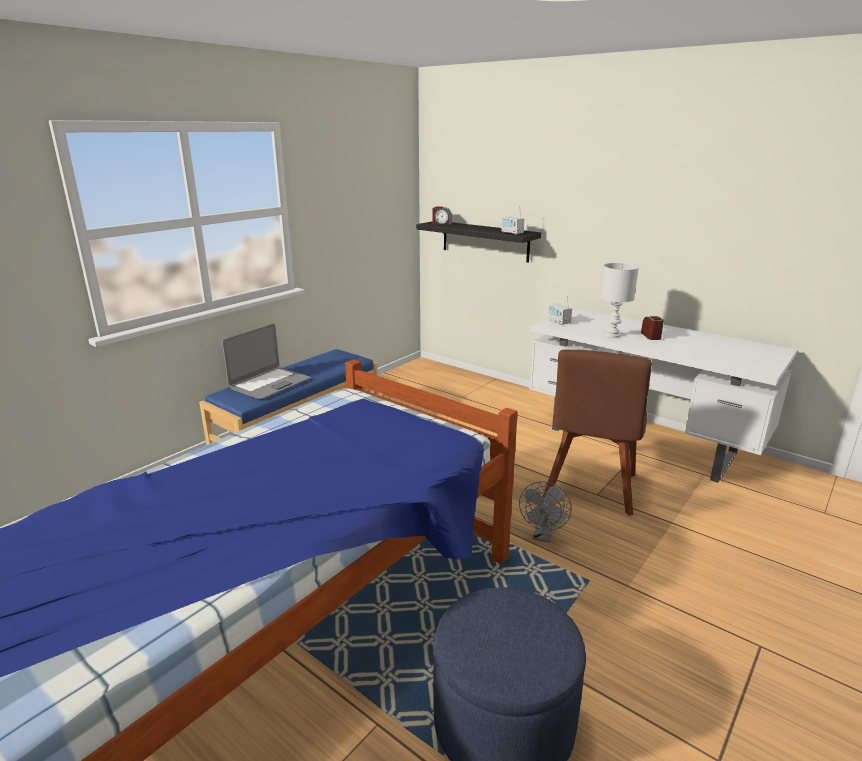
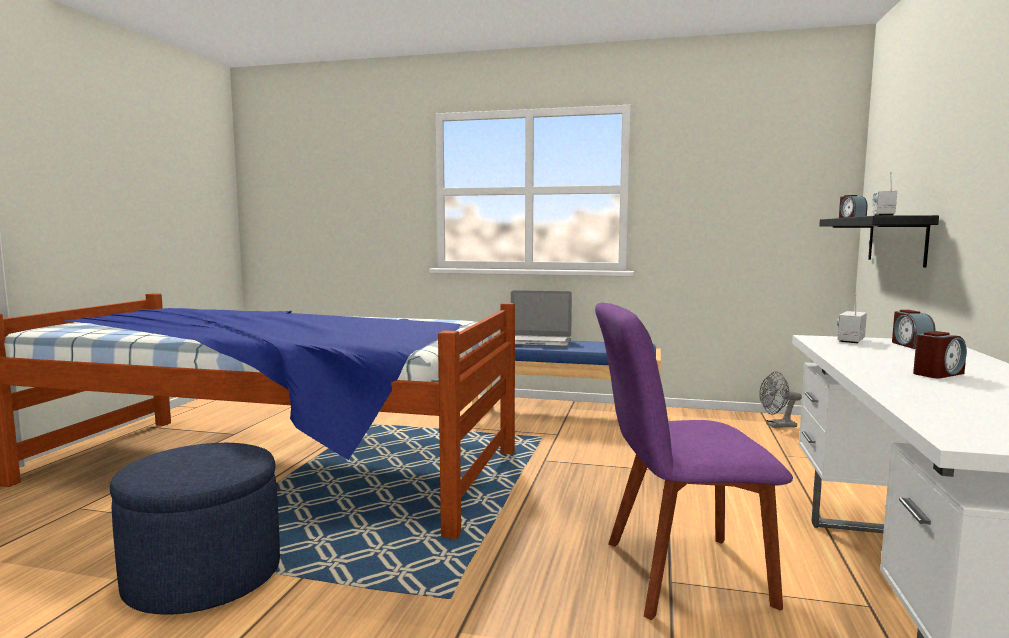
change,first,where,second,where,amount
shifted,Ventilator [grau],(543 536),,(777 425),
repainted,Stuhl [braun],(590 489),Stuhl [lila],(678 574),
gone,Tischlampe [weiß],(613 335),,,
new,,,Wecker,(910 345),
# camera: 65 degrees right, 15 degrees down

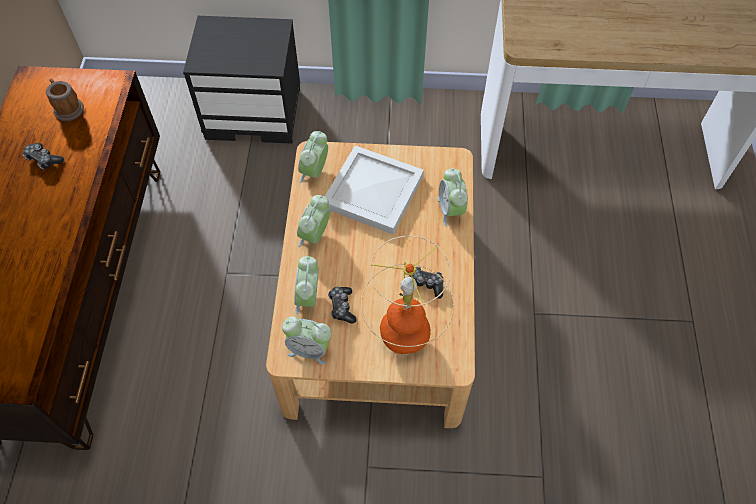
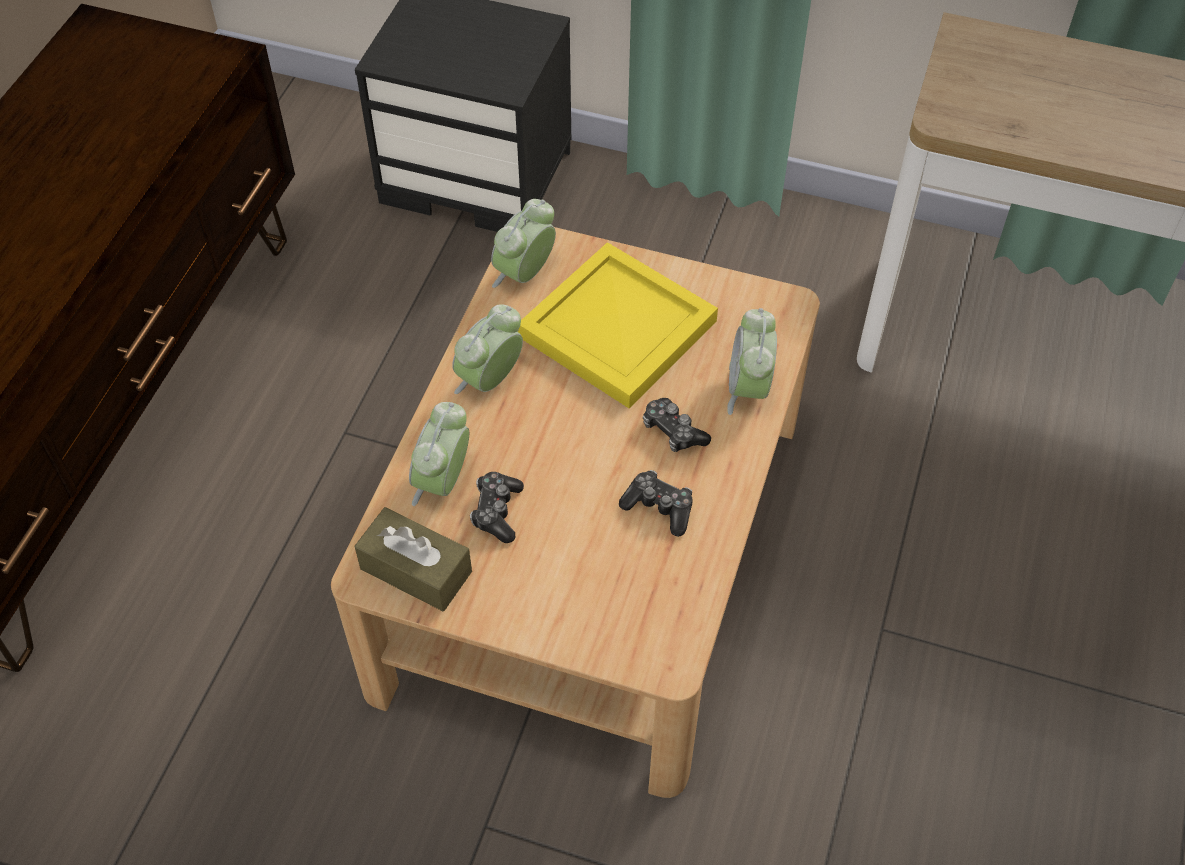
change,first,where,second,where,amount
shifted,Gamepad,(44 159),,(673 431),
gone,Henkelbecher,(67 108),,,
swapped,Wecker,(309 349),Taschentuchbox [braun],(416 570),
repainted,Tablett [weiß],(374 193),Tablett [gelb],(618 331),
gone,Tischlampe,(403 339),,,
# camera: 15 degrees right, 5 degrees down

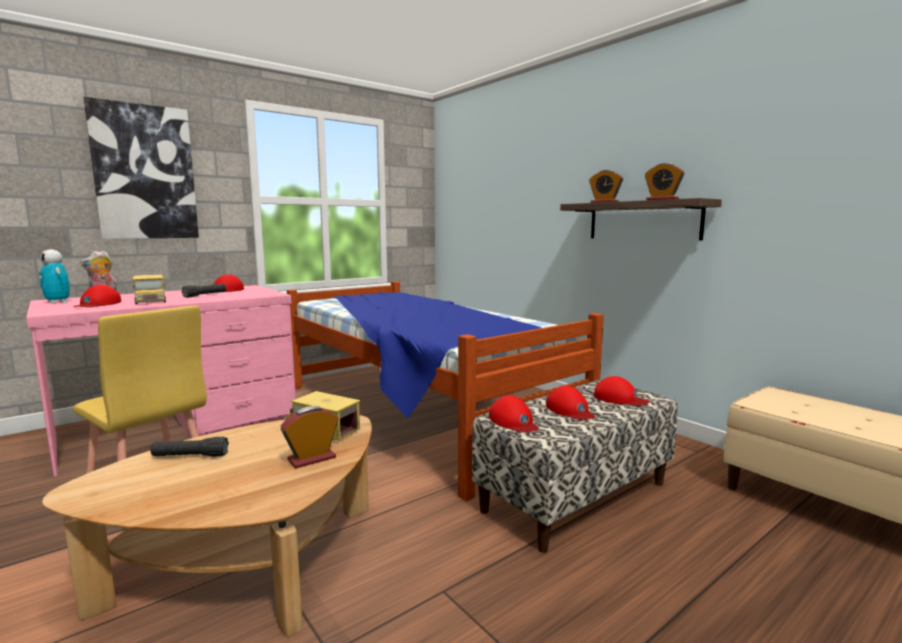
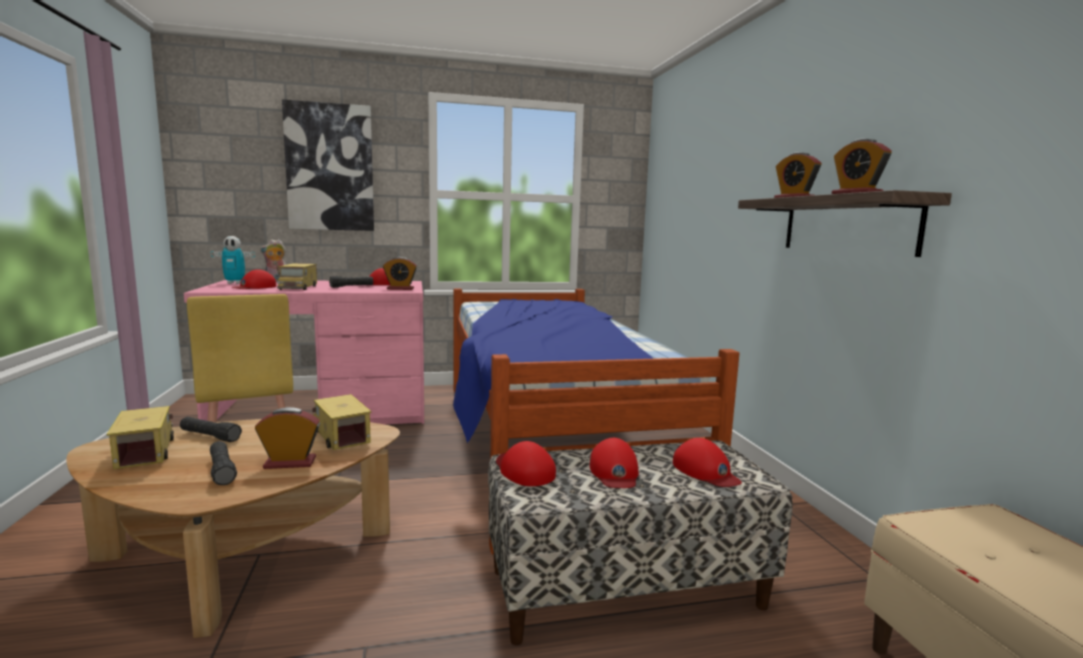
change,first,where,second,where,amount
rotated,Spielzeugroboter,(58 302),,(235 283),75 degrees counterclockwise
rotated,Kappe [rot],(513 422),,(524 470),150 degrees clockwise
new,,,Spielzeuglaster,(145 453),
new,,,Taschenlampe [schwarz],(222 471),
new,,,Wecker,(400 289),
# camera: 25 degrees right, 0 degrees up

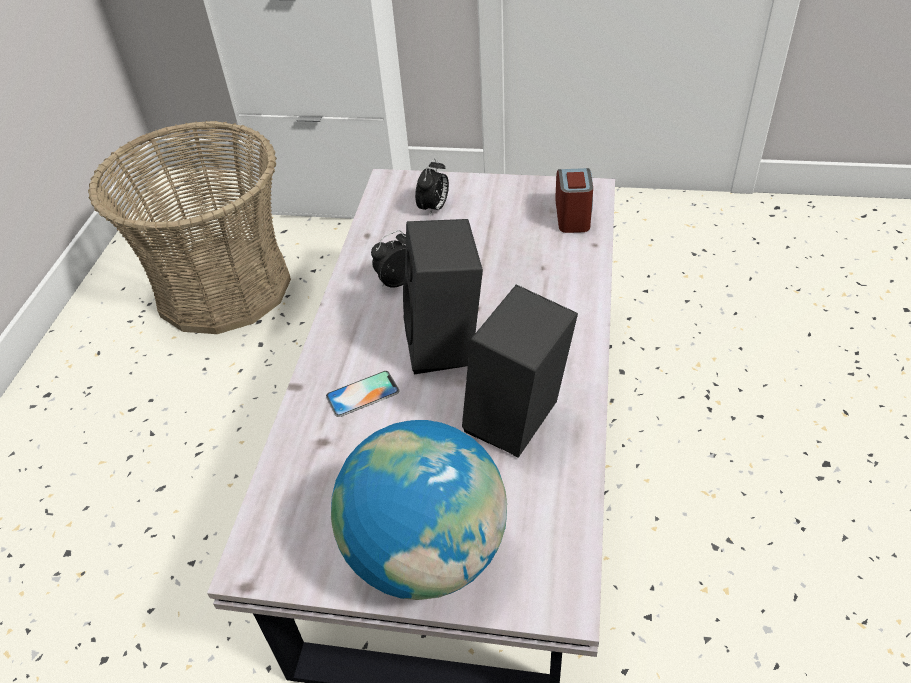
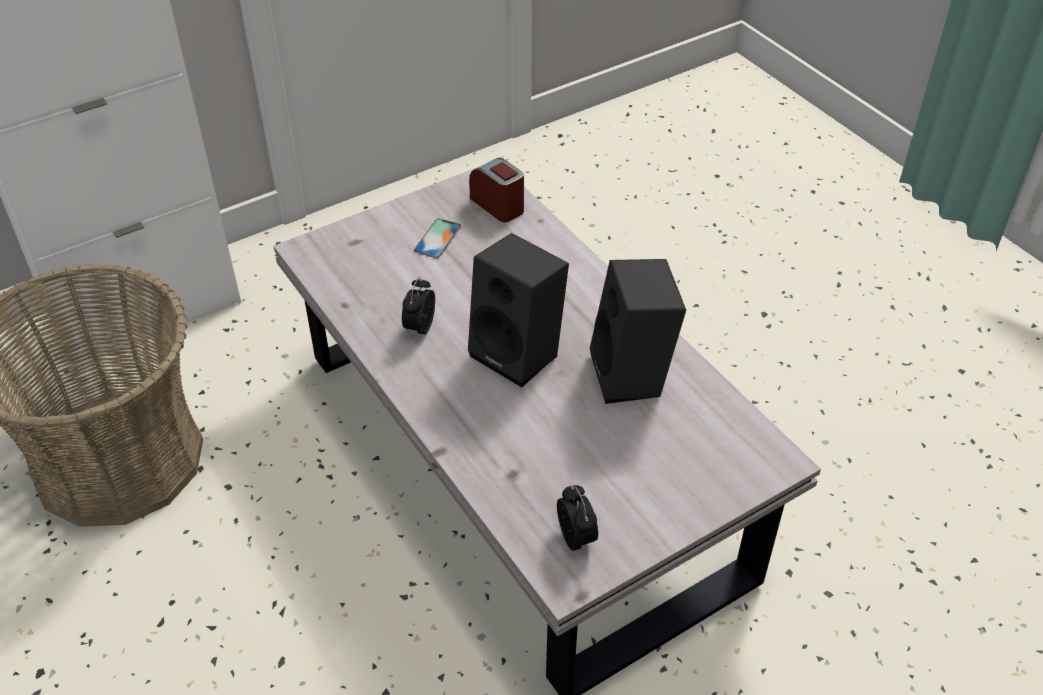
change,first,where,second,where,amount
shifted,Handy,(362 394),,(437 238),
gone,Globus,(427 552),,,
shifted,Wecker,(434 208),,(577 538),
# camera: 45 degrees left, 0 degrees up

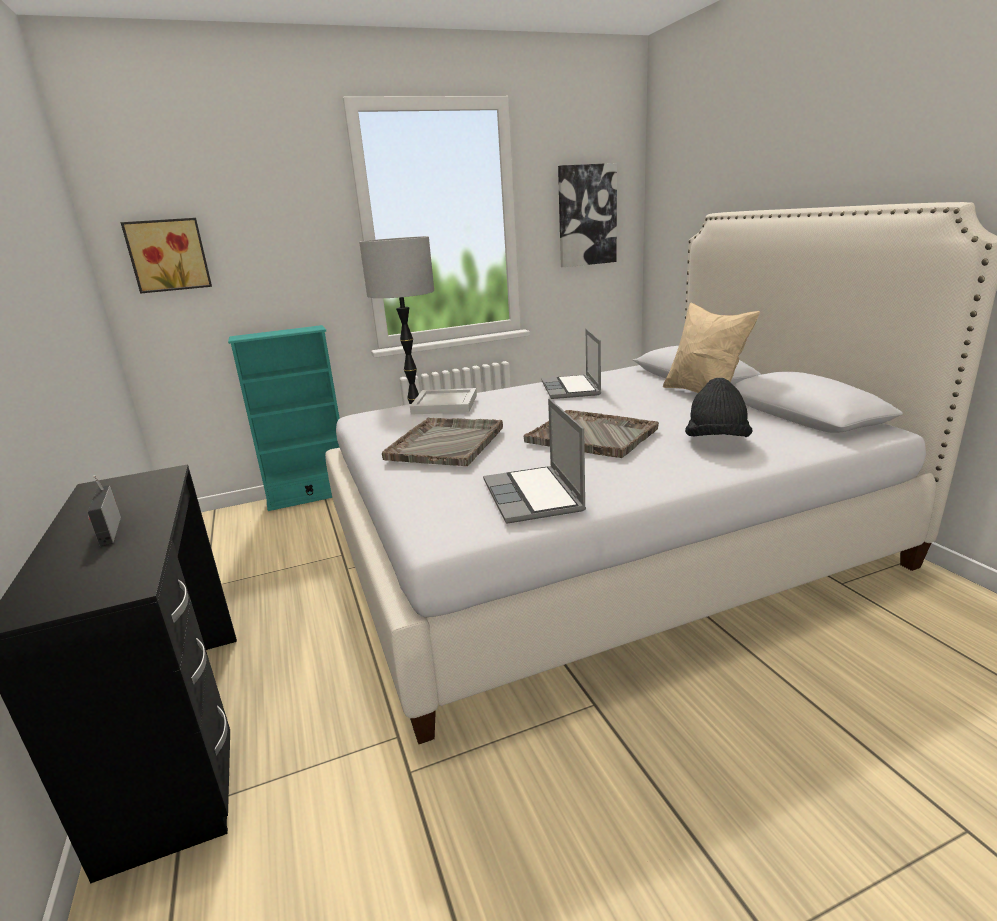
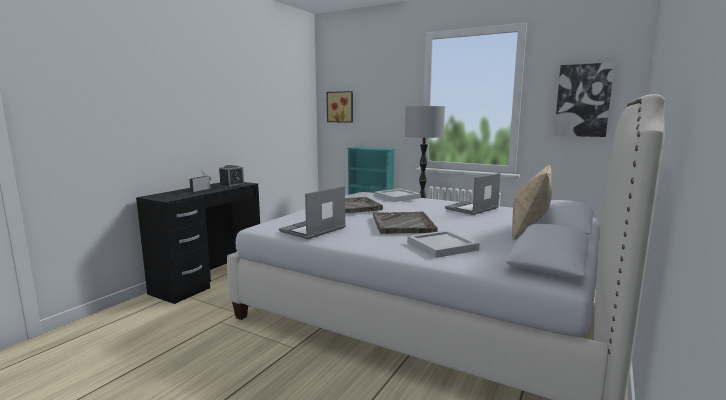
change,first,where,second,where,amount
swapped,Hut [schwarz],(716 441),Tablett [weiß],(443 246),
new,,,Wecker,(232 186),
# camera: 50 degrees right, 10 degrees down

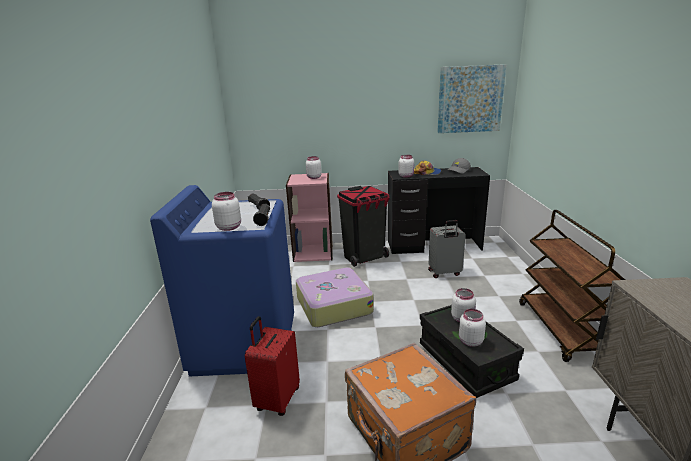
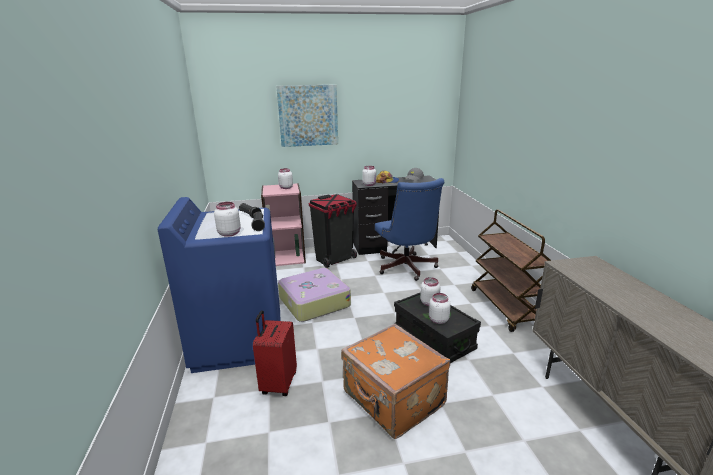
change,first,where,second,where,amount
swapped,Koffer [grau],(444 273),Bürostuhl [blau],(407 268),
shifted,Bild,(470 99),,(308 115),
# camera: 10 degrees left, 0 degrees up

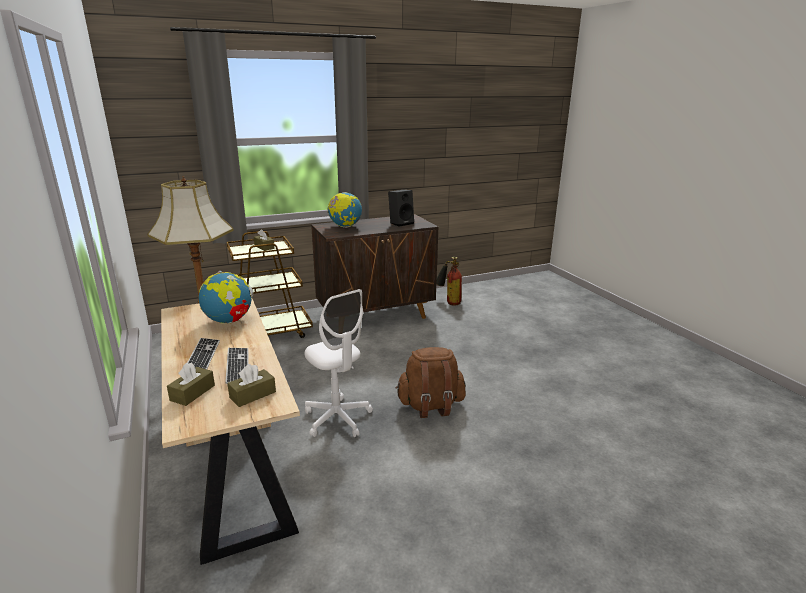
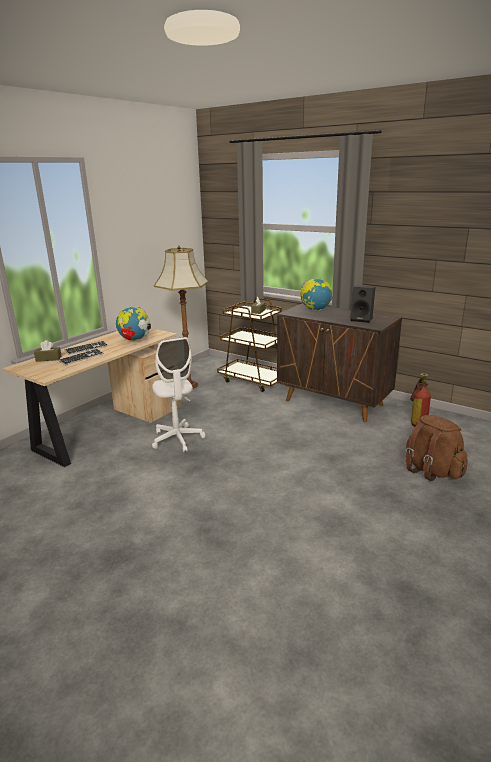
change,first,where,second,where,amount
gone,Taschentuchbox [braun],(253 395),,,
rotated,Bürostuhl [weiß],(337 418),,(177 439),45 degrees counterclockwise
shifted,Rucksack [braun],(430 406),,(431 470),
# camera: 60 degrees right, 0 degrees up

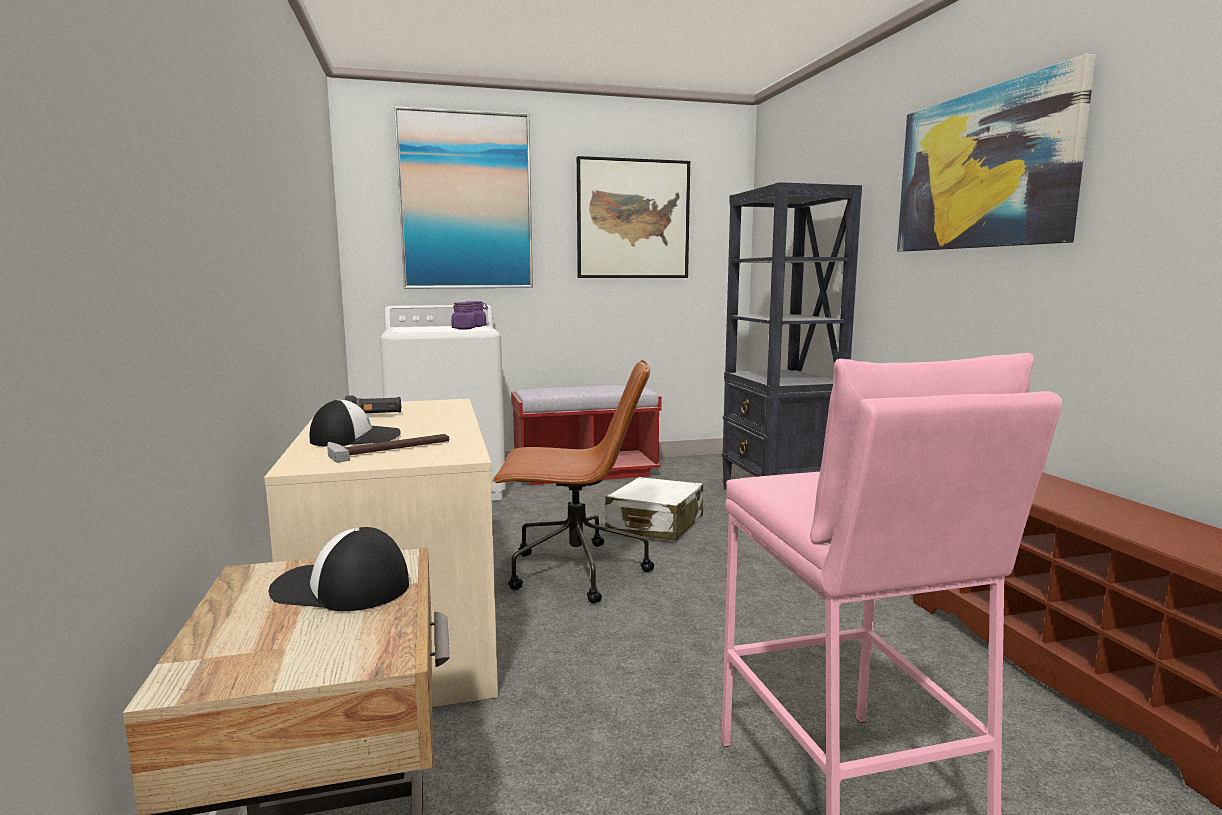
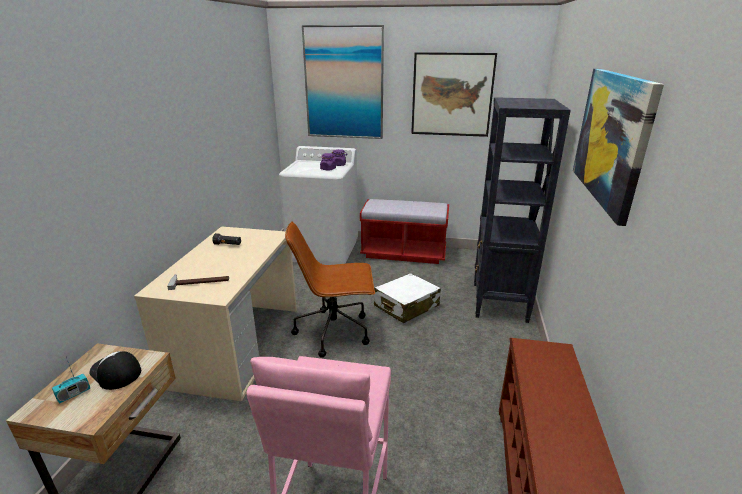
change,first,where,second,where,amount
gone,Kappe,(356 438),,,
rotated,Bürostuhl [braun],(574 572),,(335 331),150 degrees clockwise
new,,,Radio,(73 394),
# camera: 25 degrees right, 15 degrees up

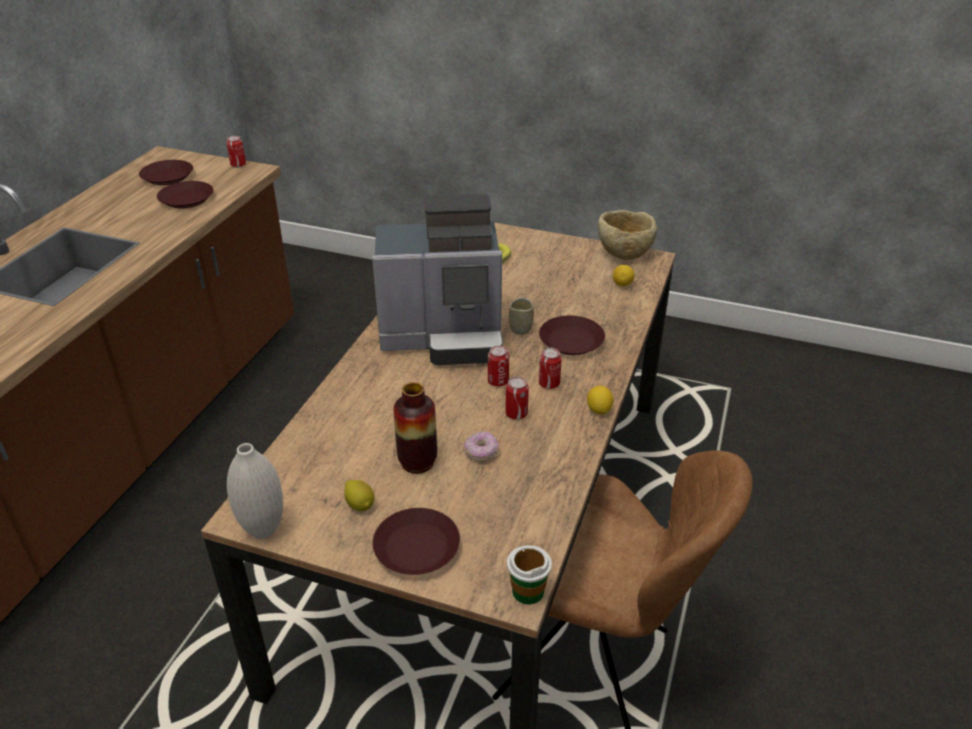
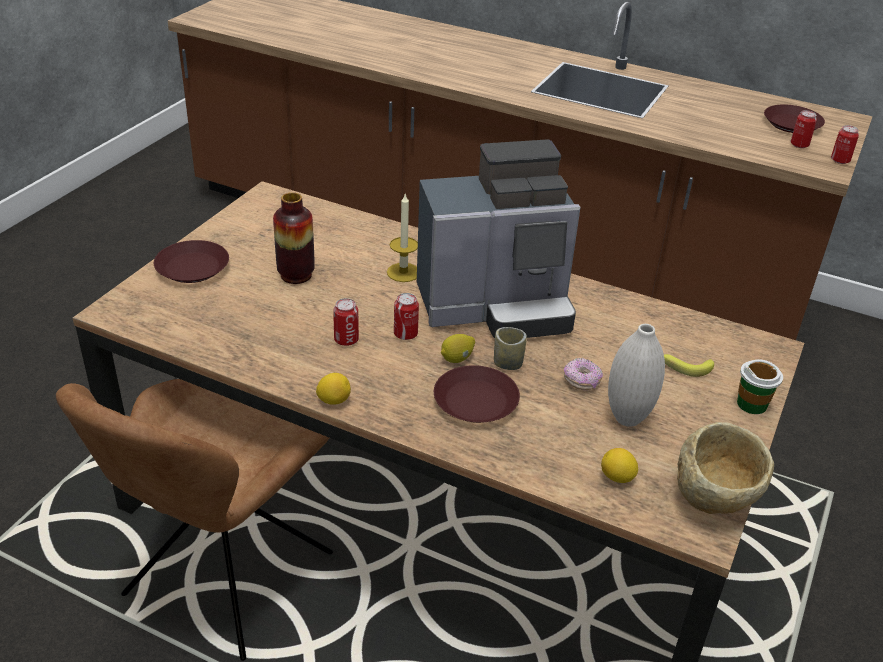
change,first,where,second,where,amount
gone,Teller [braun],(186 199),,,
shifted,Vase [weiß],(263 529),,(627 418),
shifted,Zitrone,(360 504),,(457 359),
rotated,Kaffeemaschine,(445 337),,(497 307),105 degrees counterclockwise
shifted,Donut,(481 453),,(581 381),
shifted,Tasse,(528 591),,(752 404),
shifted,Dose,(549 384),,(799 145),
new,,,Kerze,(403 272),
# camera: 95 degrees right, 0 degrees up

